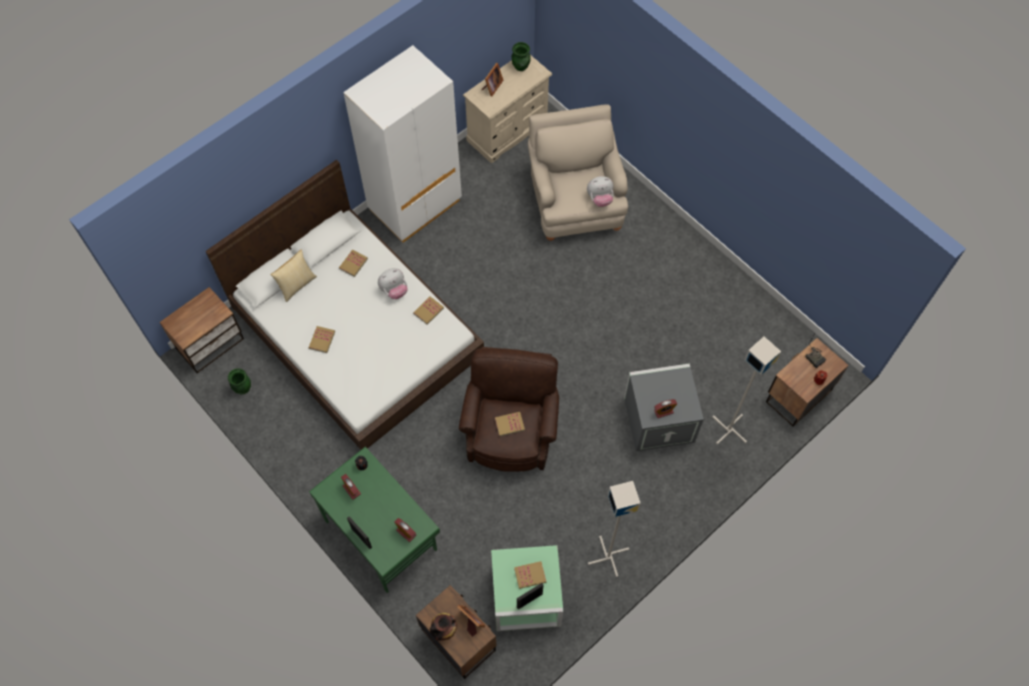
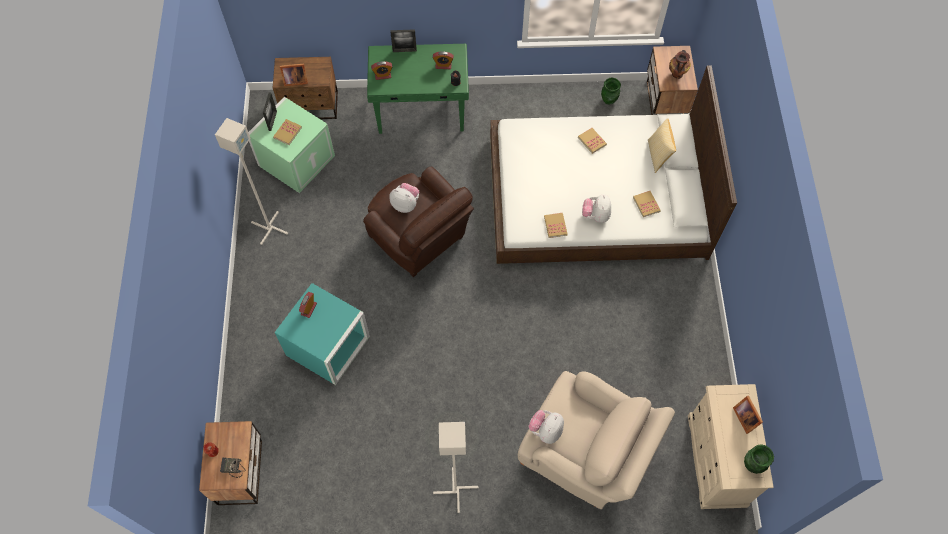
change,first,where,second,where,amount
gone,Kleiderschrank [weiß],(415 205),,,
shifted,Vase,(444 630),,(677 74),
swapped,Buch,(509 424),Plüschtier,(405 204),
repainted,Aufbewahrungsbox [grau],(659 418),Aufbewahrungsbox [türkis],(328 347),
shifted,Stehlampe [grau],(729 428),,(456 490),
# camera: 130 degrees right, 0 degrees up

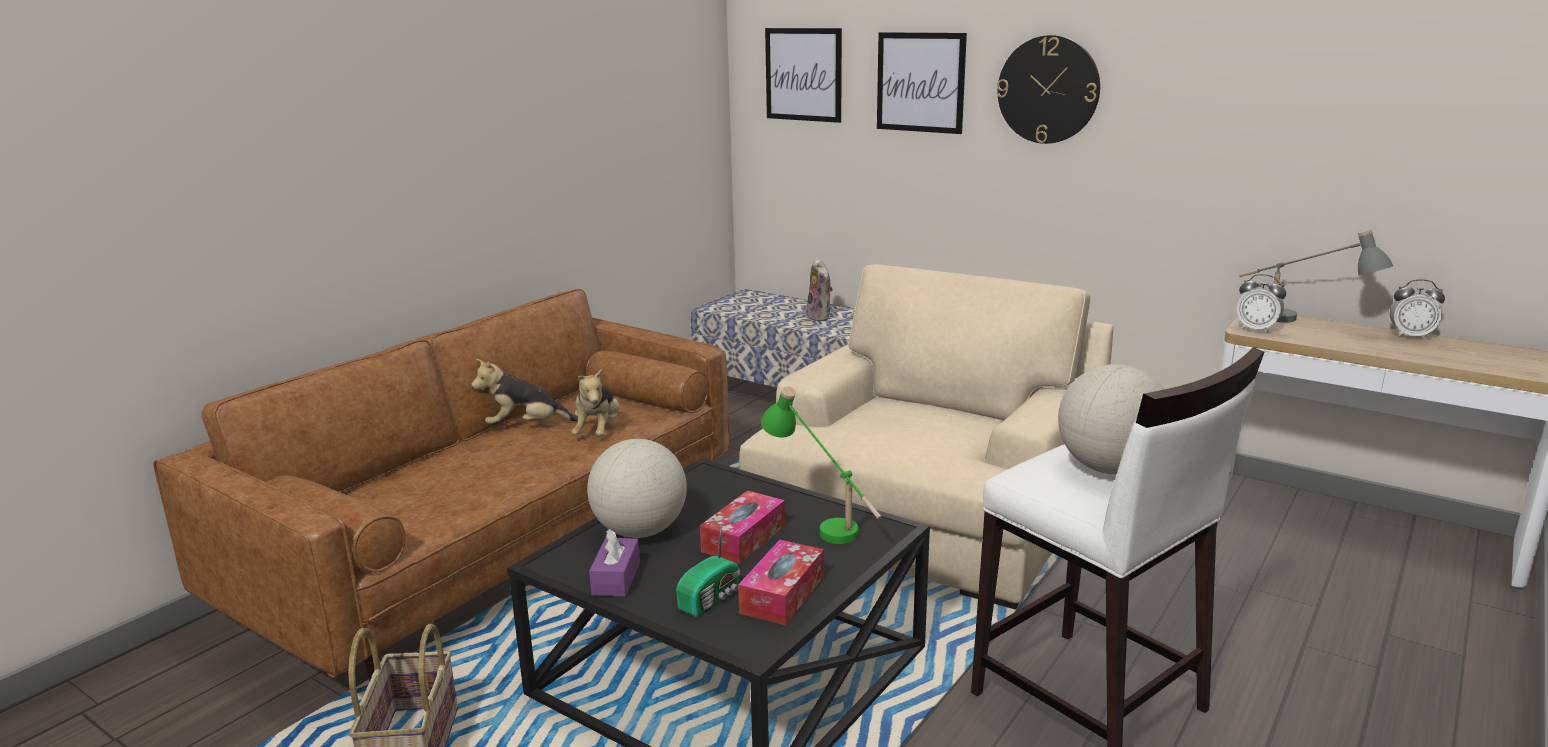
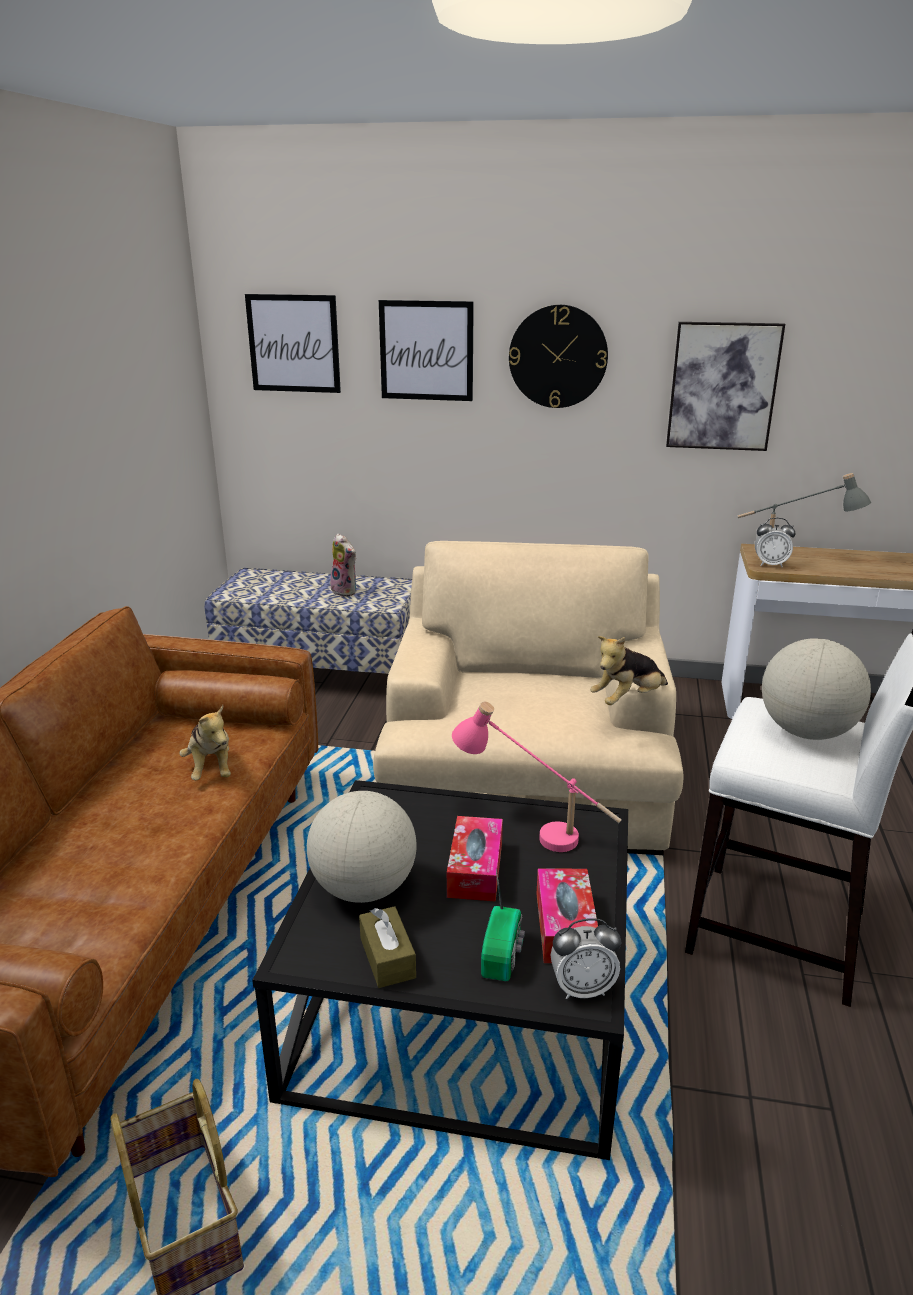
change,first,where,second,where,amount
shifted,Plüschtier,(526 426),,(628 700),
repainted,Taschentuchbox [lila],(616 578),Taschentuchbox [braun],(387 957),
repainted,Tischlampe [grün],(821 523),Tischlampe [rosa],(532 830),
shifted,Wecker,(1410 336),,(582 988),
new,,,Bild,(723 386),
# camera: 25 degrees left, 5 degrees up

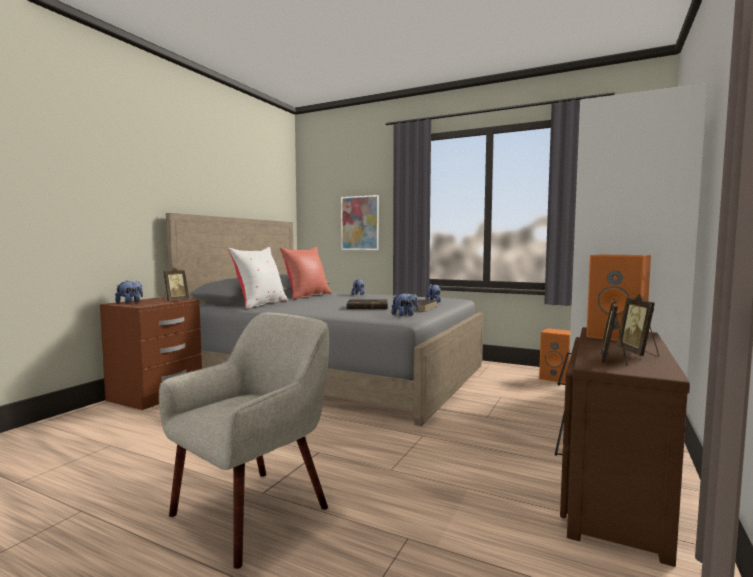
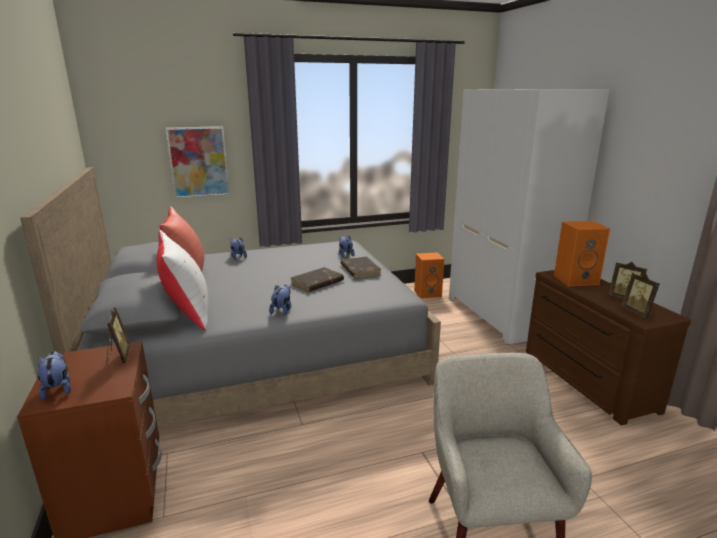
change,first,where,second,where,amount
shifted,Plüschtier,(405 315),,(282 310),
# camera: 45 degrees left, 15 degrees up

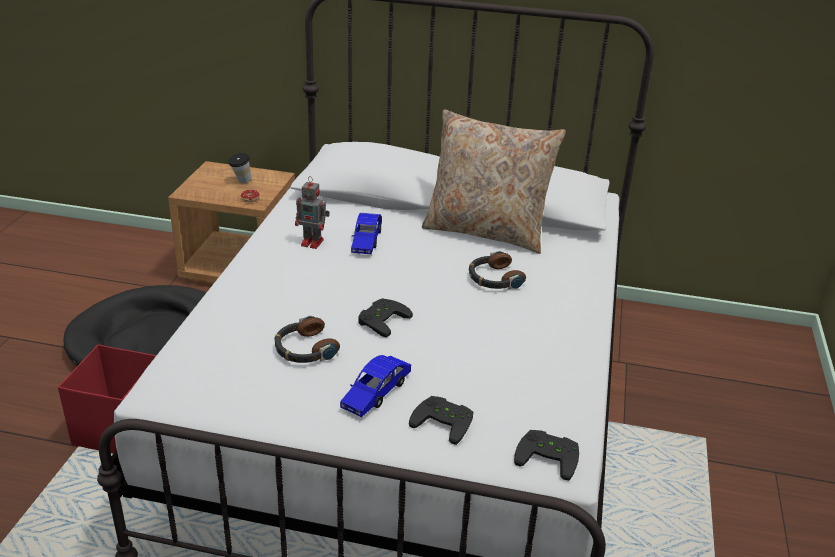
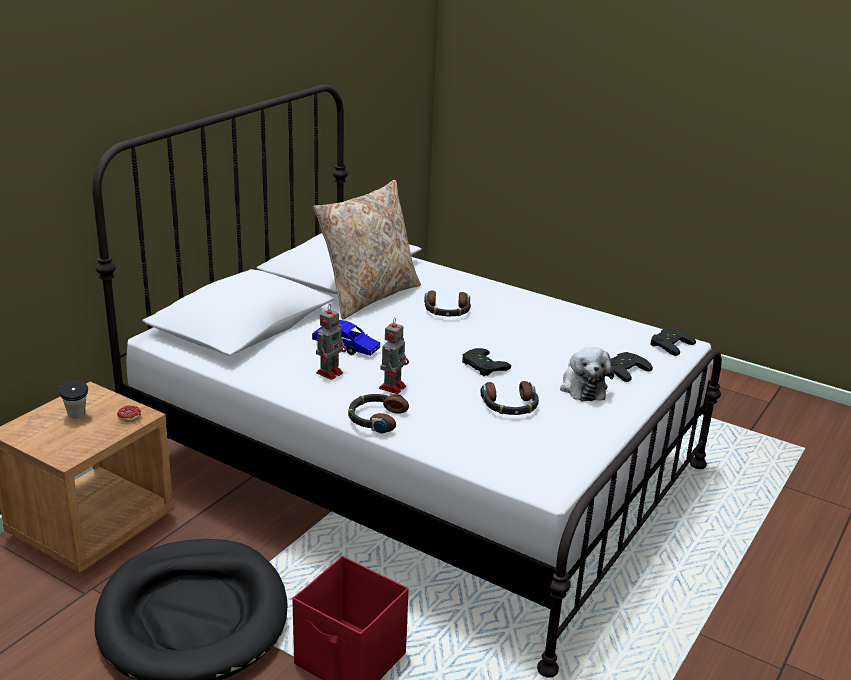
change,first,where,second,where,amount
swapped,Spielzeugauto [blau],(376 393),Plüschtier,(582 387),
new,,,Kopfhörer,(376 418),
new,,,Spielzeugroboter,(393 387),
# camera: 70 degrees left, 5 degrees down

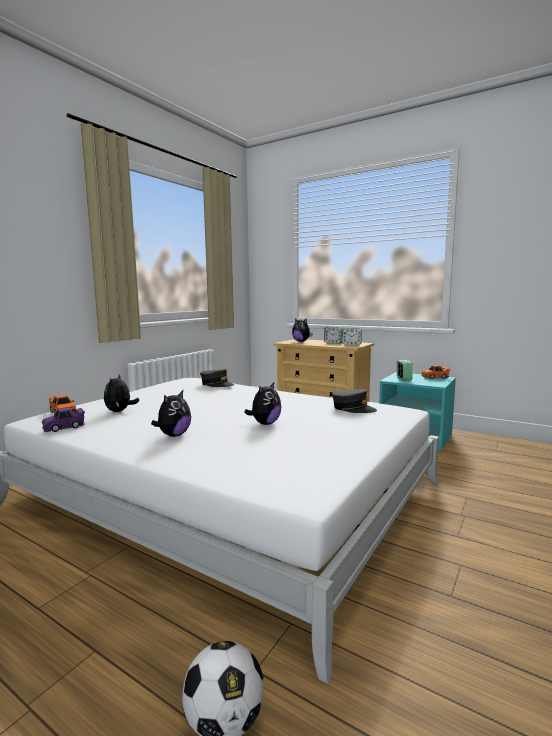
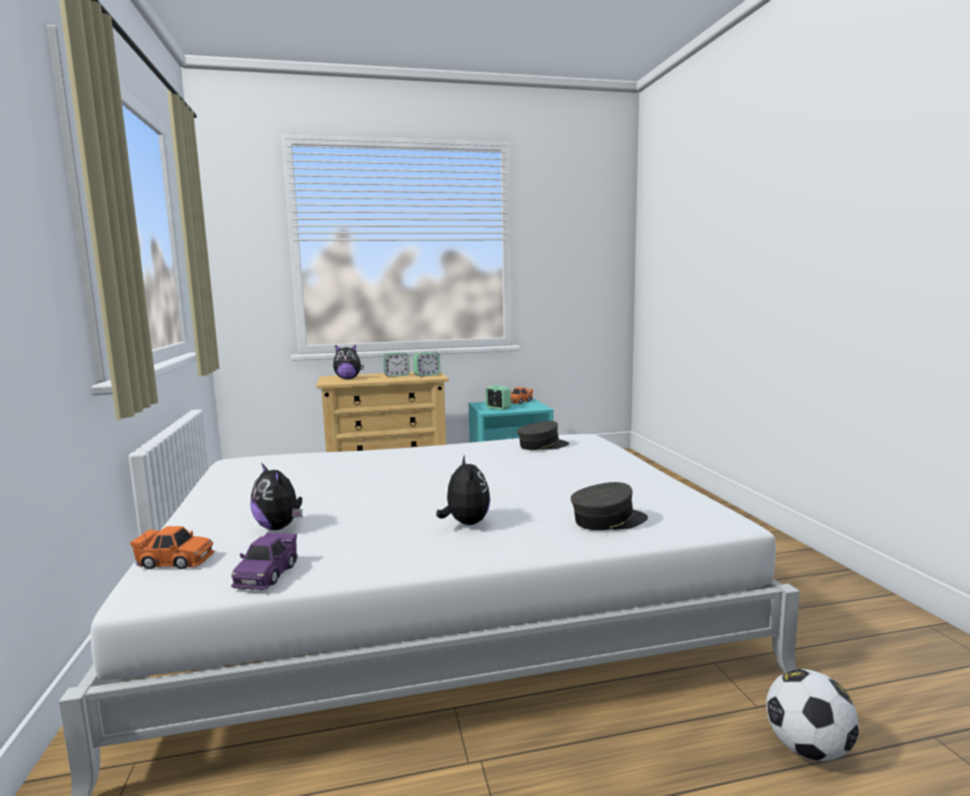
change,first,where,second,where,amount
shifted,Kappe [grau],(217 384),,(608 520),
gone,Plüschtier,(265 423),,,
# camera: 45 degrees left, 0 degrees up

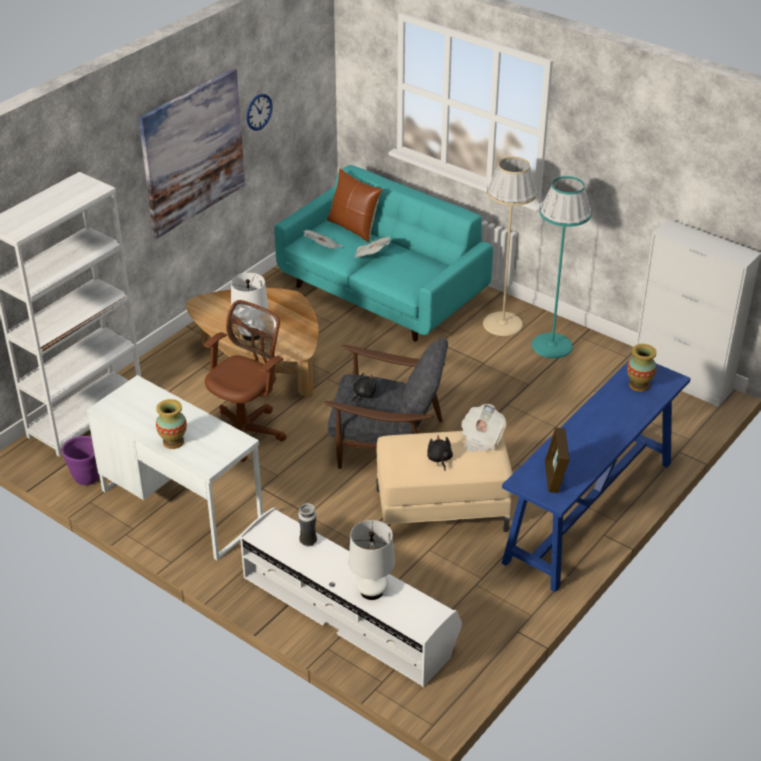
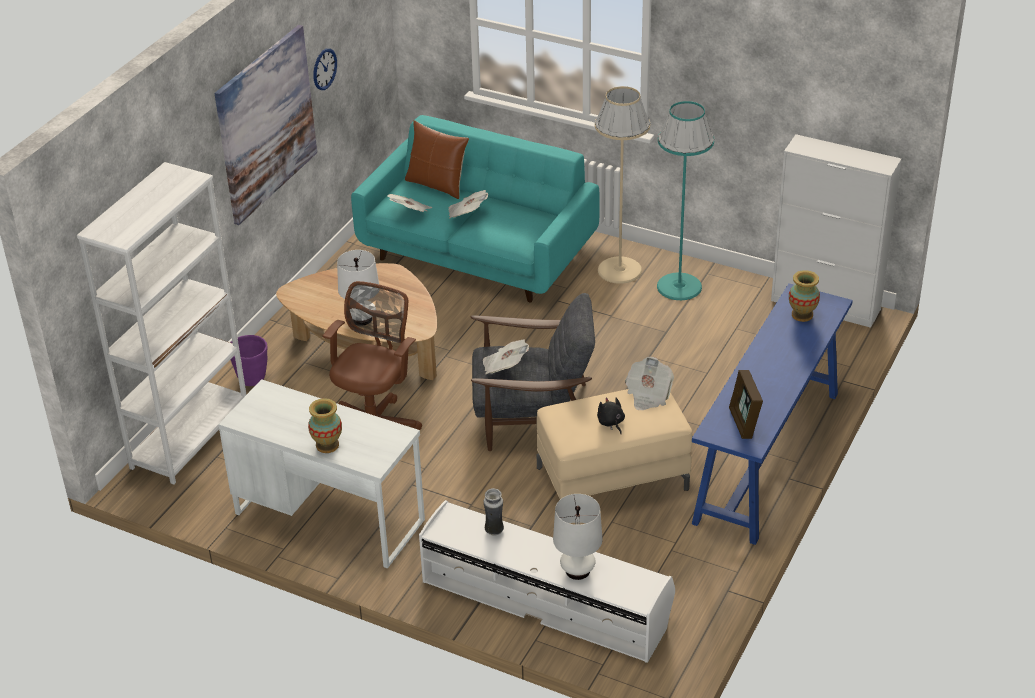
change,first,where,second,where,amount
shifted,Pflanzkübel [lila],(87 478),,(252 379),
swapped,Plüschtier [schwarz],(363 394),Zeitung,(504 366),
# camera: 10 degrees left, 0 degrees up

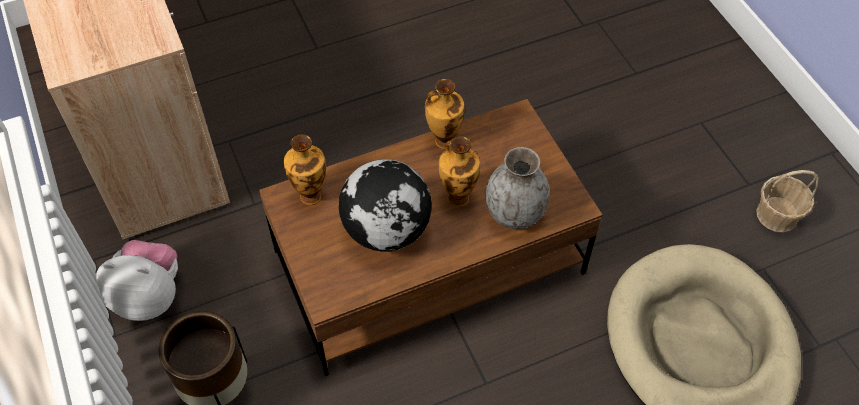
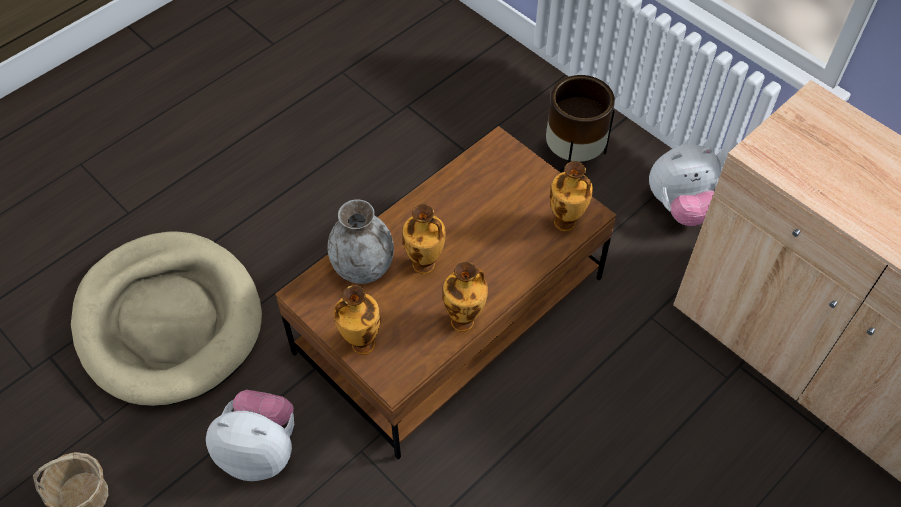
change,first,where,second,where,amount
gone,Globus,(387 230),,,
new,,,Plüschtier,(260 450),
new,,,Vase,(361 344),
# camera: 160 degrees right, 0 degrees up

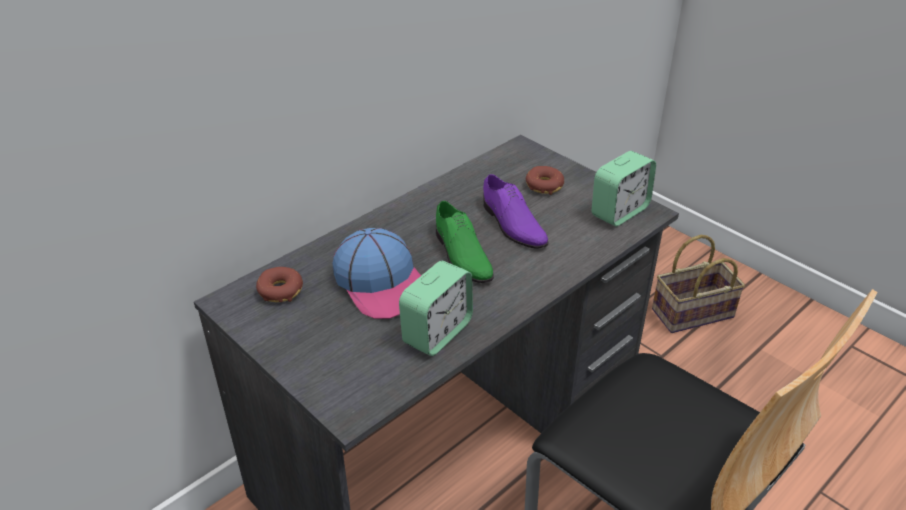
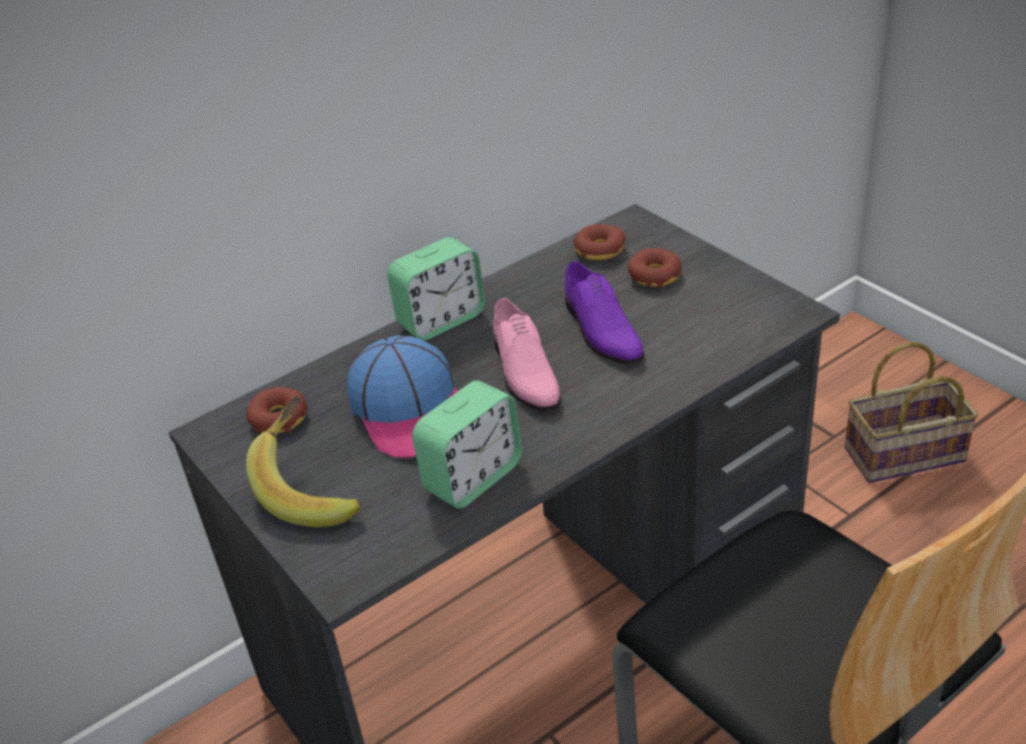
change,first,where,second,where,amount
repainted,Schuh [grün],(461 254),Schuh [rosa],(523 371),
shifted,Wecker,(619 212),,(441 320),
new,,,Banane,(314 486),
new,,,Donut,(599 250),
# camera: 10 degrees right, 0 degrees up

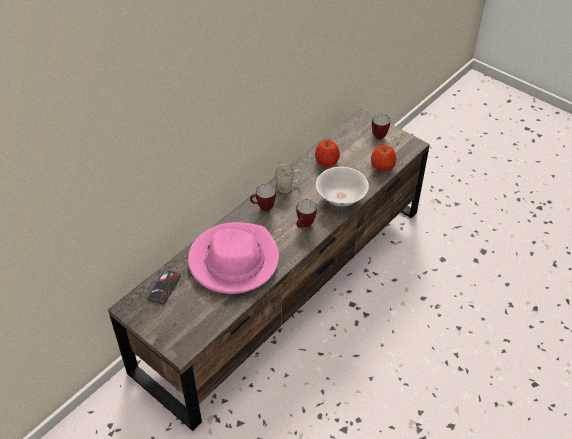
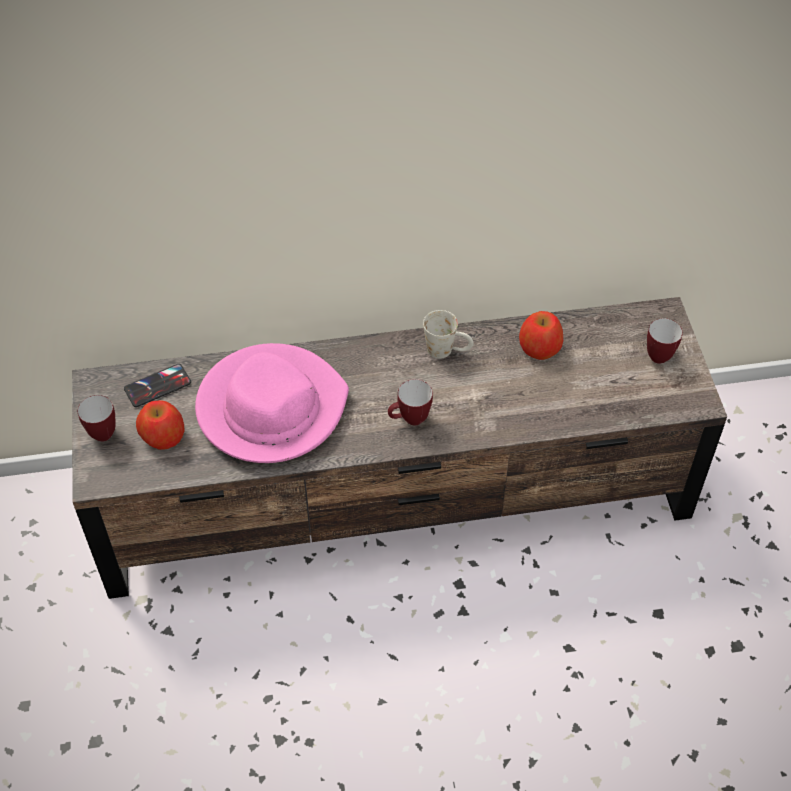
change,first,where,second,where,amount
shifted,Henkelbecher,(263 208),,(99 432),
gone,Schüssel [weiß],(341 198),,,
shifted,Apfel,(382 166),,(163 436),
# camera: 40 degrees right, 5 degrees up

